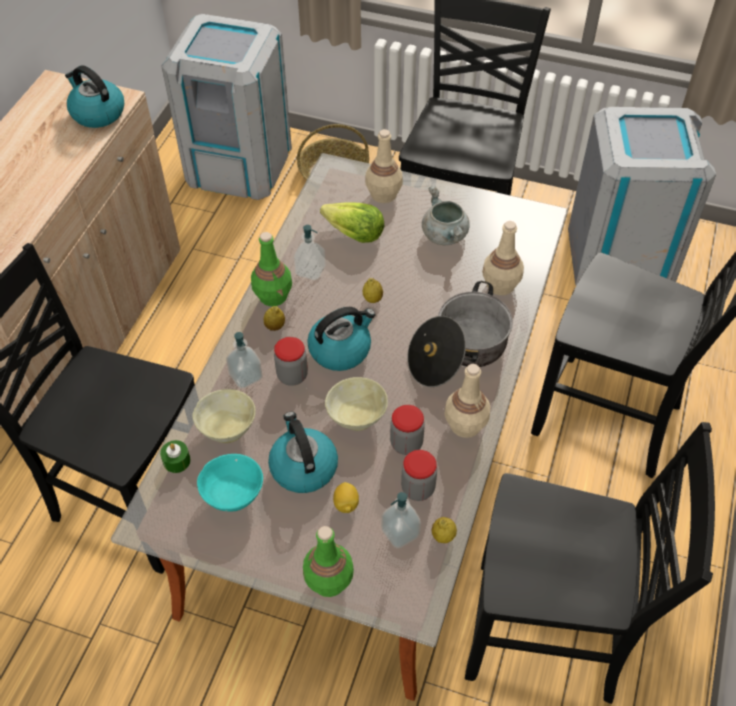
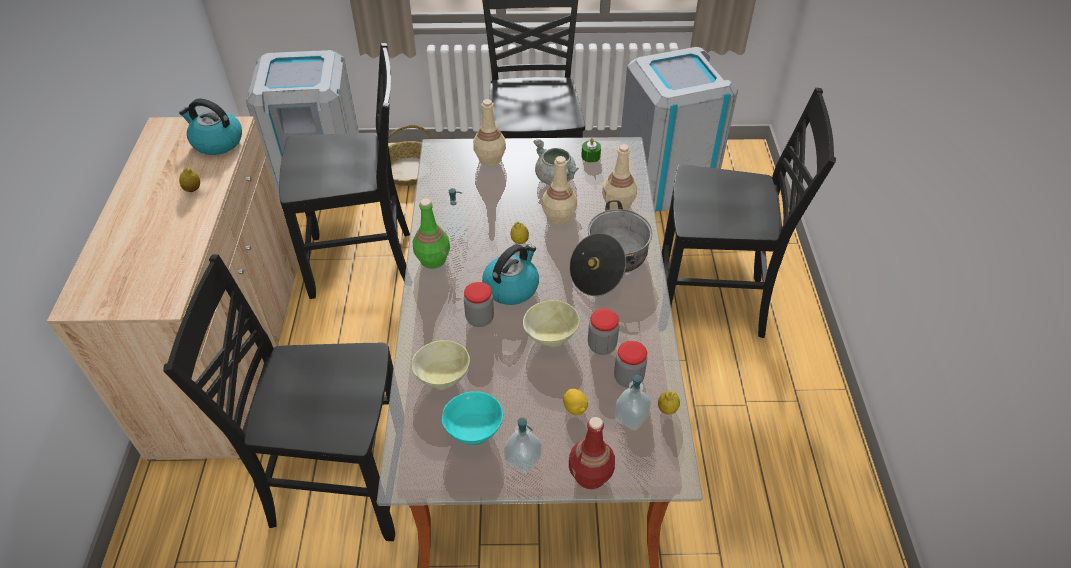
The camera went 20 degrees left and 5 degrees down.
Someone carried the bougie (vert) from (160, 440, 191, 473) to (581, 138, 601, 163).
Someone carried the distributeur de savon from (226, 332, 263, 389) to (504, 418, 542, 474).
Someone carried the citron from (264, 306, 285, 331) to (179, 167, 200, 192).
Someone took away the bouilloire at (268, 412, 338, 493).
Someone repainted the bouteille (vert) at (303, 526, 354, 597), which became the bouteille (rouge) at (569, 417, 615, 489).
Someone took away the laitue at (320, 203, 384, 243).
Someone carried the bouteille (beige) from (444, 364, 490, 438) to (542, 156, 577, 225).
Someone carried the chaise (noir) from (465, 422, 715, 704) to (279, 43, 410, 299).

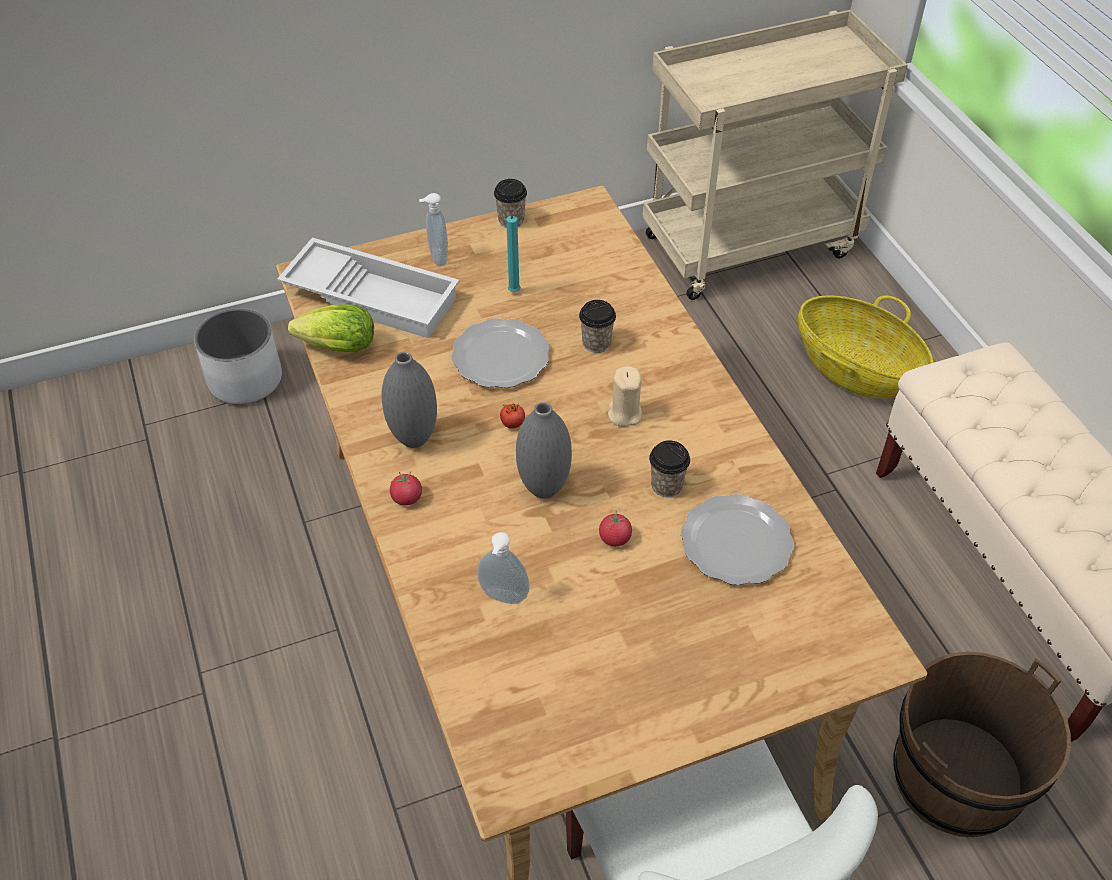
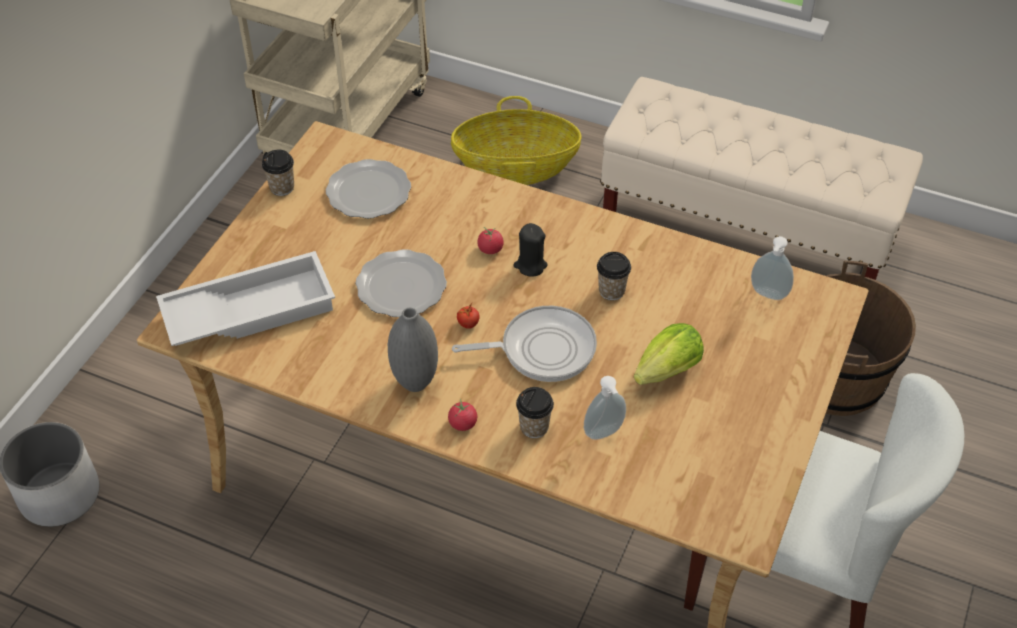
The camera went 45 degrees left and 0 degrees up.
Someone carried the laitue from (288, 304, 374, 352) to (634, 323, 704, 385).
Someone carried the distributeur de savon from (419, 193, 448, 266) to (751, 236, 794, 300).
Someone took away the bougie (turquoise) at (506, 206, 522, 292).
Someone swapped the vase (gris) at (516, 402, 572, 499) for the poêle at (452, 306, 597, 382).
Someone carried the tasse from (579, 300, 616, 353) to (516, 387, 554, 438).
Someone carried the tomate from (599, 510, 632, 546) to (477, 227, 504, 254).
Someone repainted the bougie (beige) at (608, 366, 642, 427), which became the bougie (noir) at (513, 223, 548, 277).
Someone carried the assiette from (681, 494, 794, 585) to (326, 159, 411, 219).

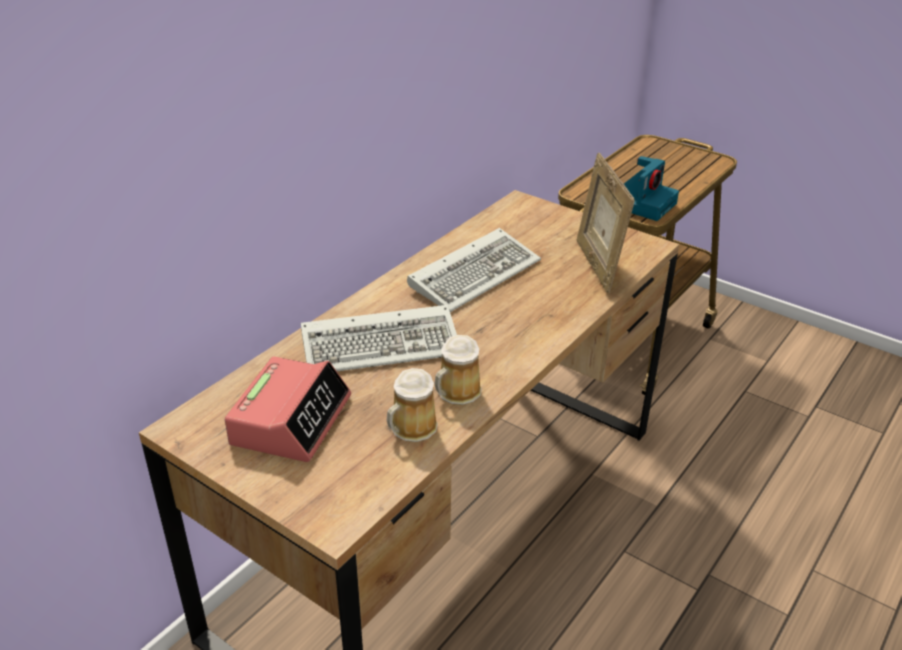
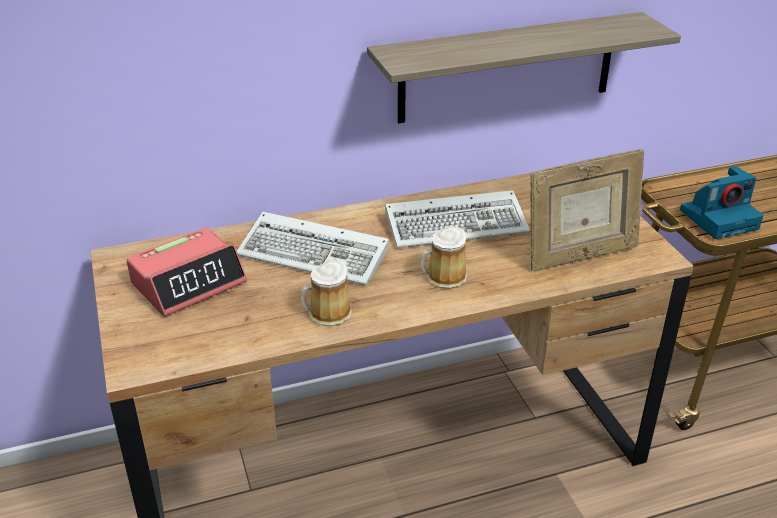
The camera went 35 degrees right and 0 degrees up.
Someone carried the mug from (387, 368, 438, 442) to (421, 226, 467, 289).
Someone rotated the cadre photo at (577, 153, 635, 293) by 135 degrees counterclockwise.
Someone put up the étagère at (367, 12, 681, 123).

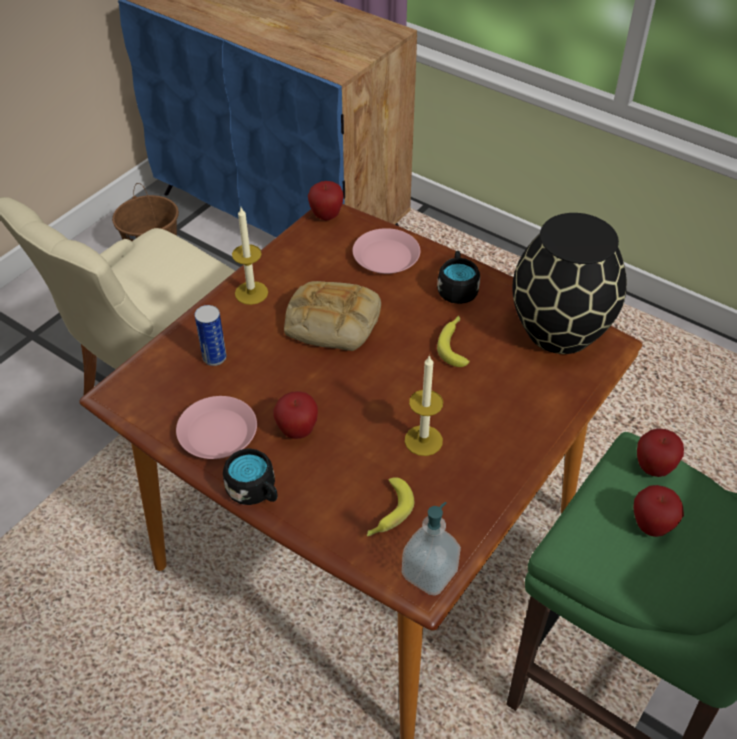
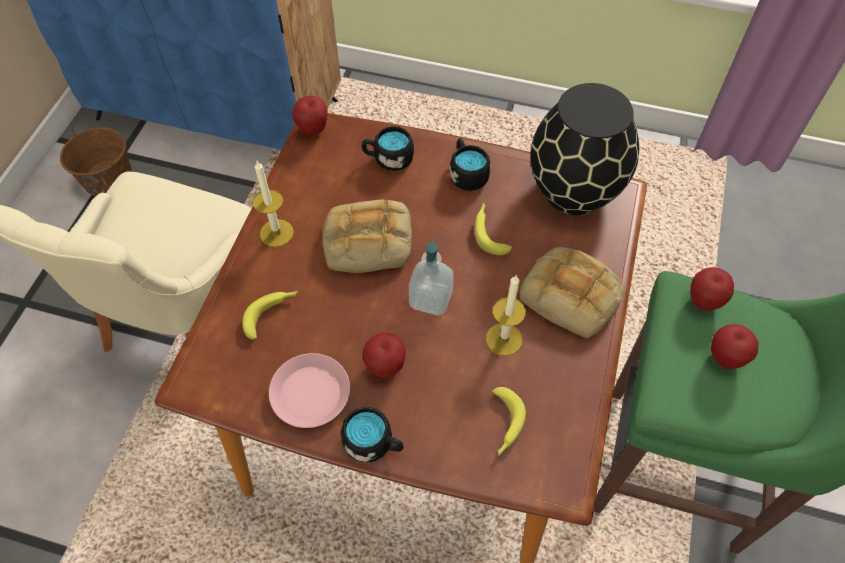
The camera went 20 degrees left and 10 degrees up.
Someone swapped the boîte métallique at (195, 305, 226, 366) for the banane at (242, 291, 298, 339).
Someone swapped the assiette (rose) at (353, 228, 420, 274) for the mug (noir) at (361, 126, 414, 171).
Someone carried the distributeur de savon from (402, 502, 461, 596) to (409, 237, 454, 315).
Someone put down the pain at (520, 247, 624, 338).

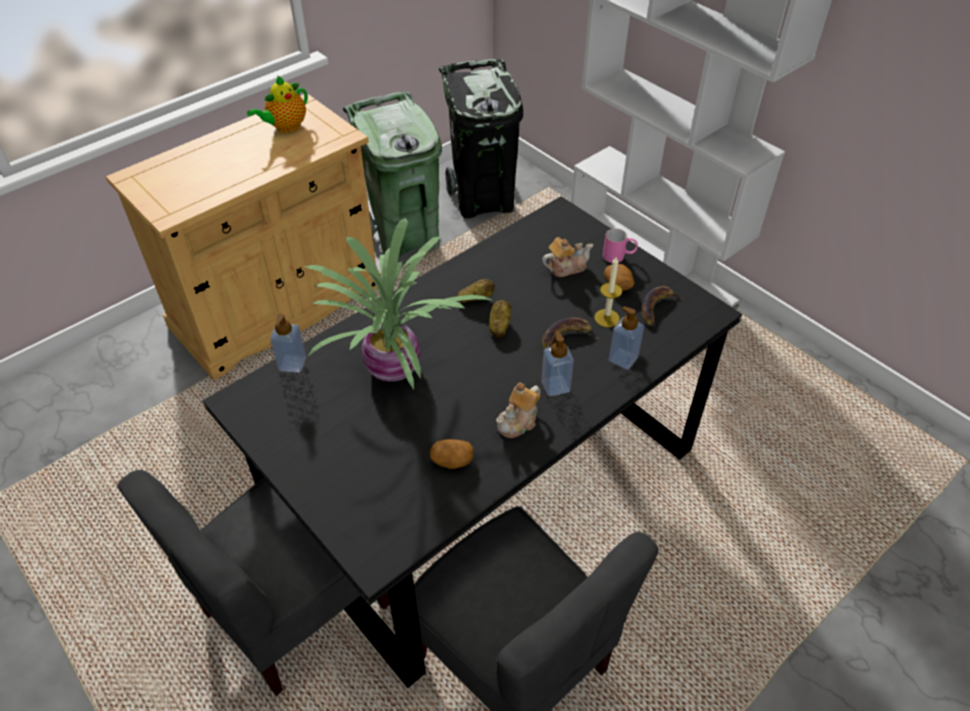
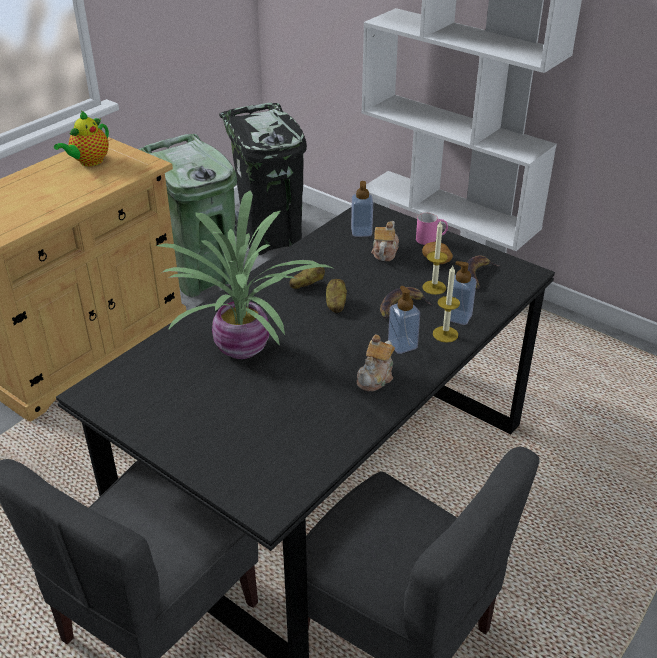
The camera went 10 degrees left and 10 degrees down.
Someone carried the distributeur de savon from (270, 313, 306, 373) to (351, 181, 373, 237).
Someone took away the pomme de terre at (430, 439, 474, 469).
Someone rotated the théière at (542, 237, 593, 277) by 45 degrees counterclockwise.
Someone put down the bougie at (433, 266, 460, 343).

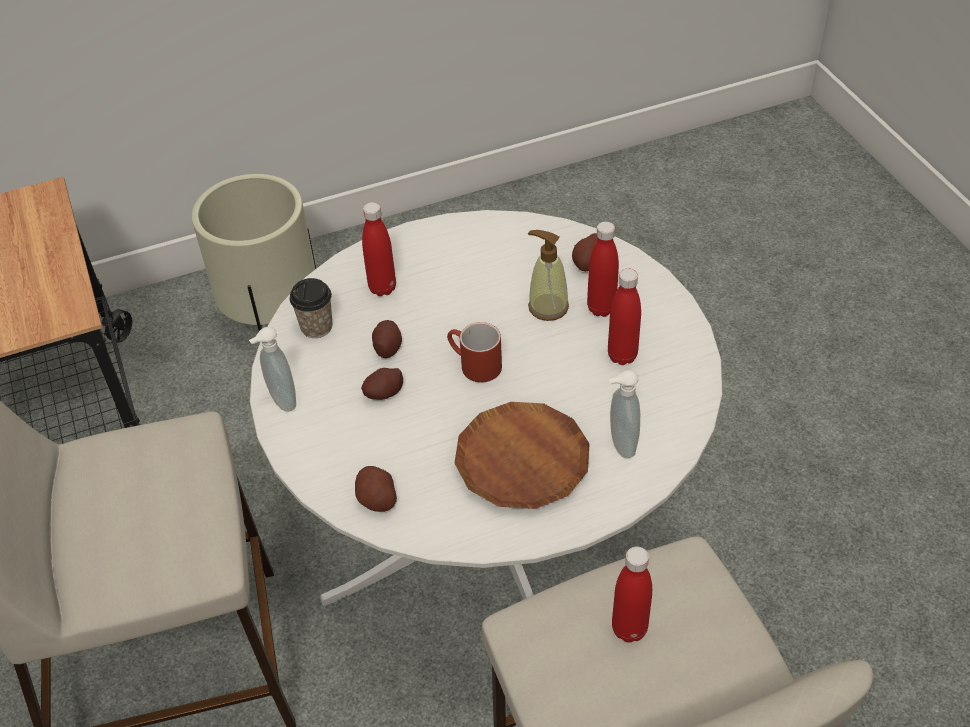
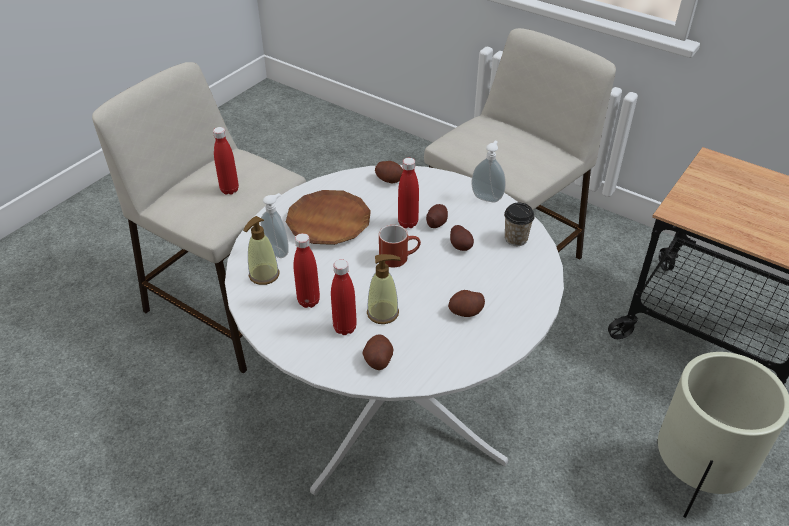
The camera went 145 degrees right and 5 degrees down.
Someone carried the bouteille (rouge) from (362, 202, 396, 296) to (398, 158, 419, 228).
Someone put down the distributeur de savon at (243, 216, 280, 285).
Someone put down the pomme de terre at (448, 290, 485, 317).

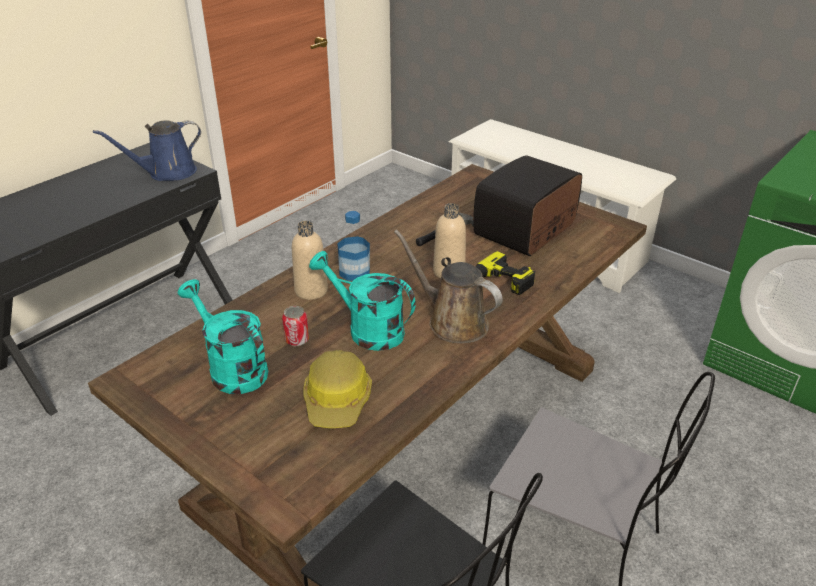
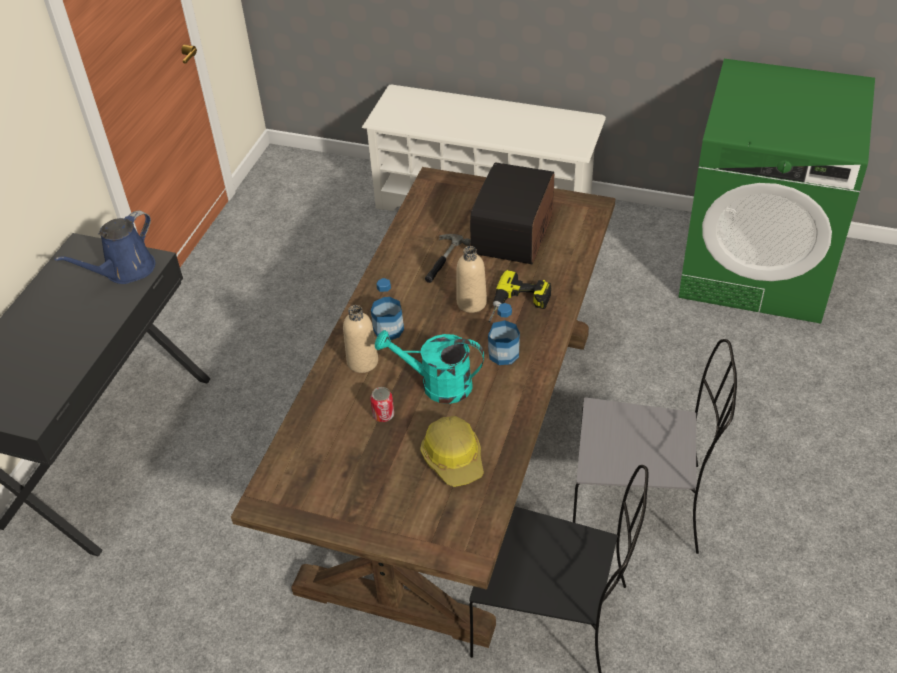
The camera went 20 degrees left and 10 degrees up.
Someone took away the arrosoir (turquoise) at (178, 279, 268, 394).
Someone swapped the arrosoir (marron) at (394, 229, 502, 344) for the bouteille at (488, 303, 520, 365).

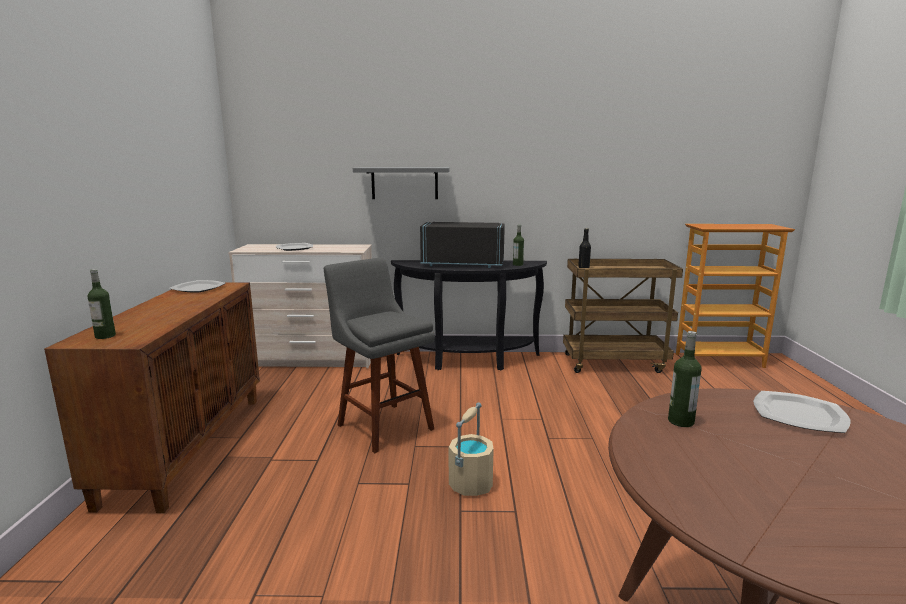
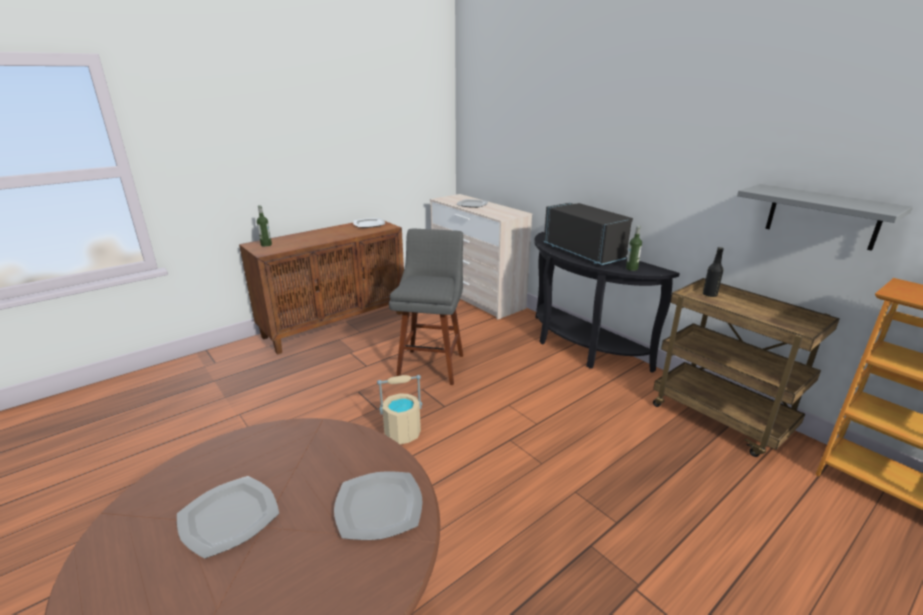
The camera went 50 degrees right and 10 degrees up.
Someone carried the étagère (gris) from (353, 167, 450, 199) to (737, 184, 913, 251).
Someone took away the bouteille at (668, 331, 701, 427).
Someone put down the assiette at (177, 476, 279, 559).

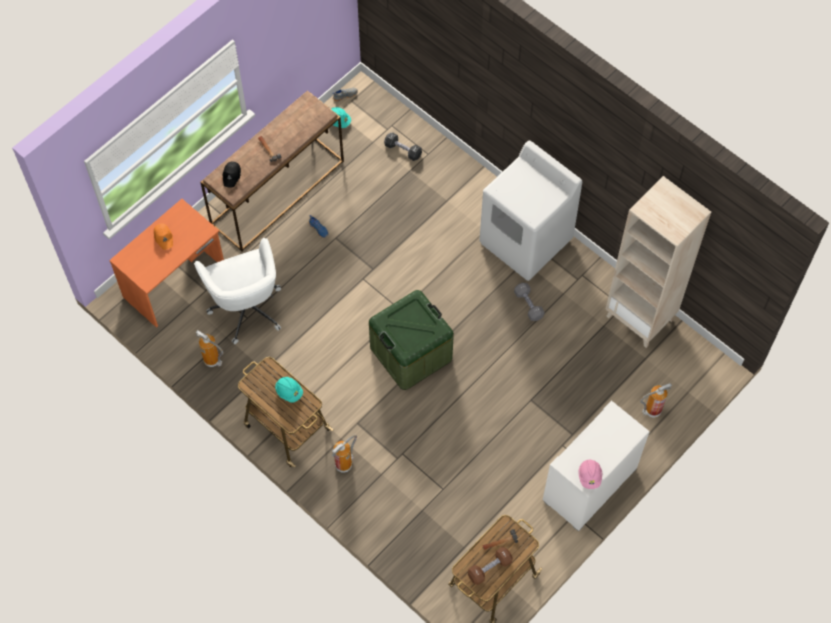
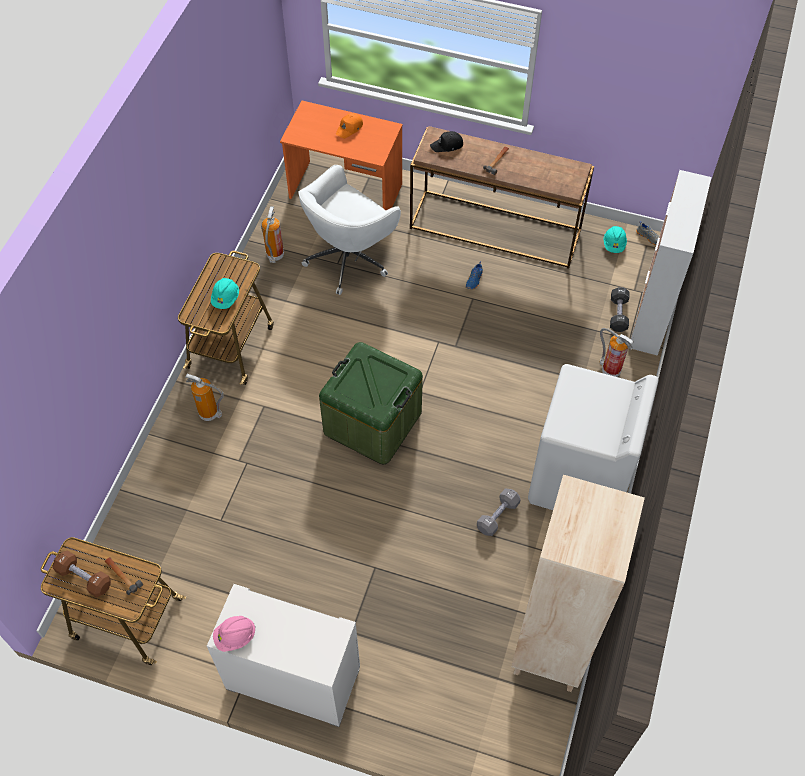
The camera went 65 degrees right and 5 degrees down.
Someone carried the extincteur from (640, 383, 672, 418) to (599, 328, 634, 377).
Someone put down the meuble de rangement at (631, 170, 711, 356).

